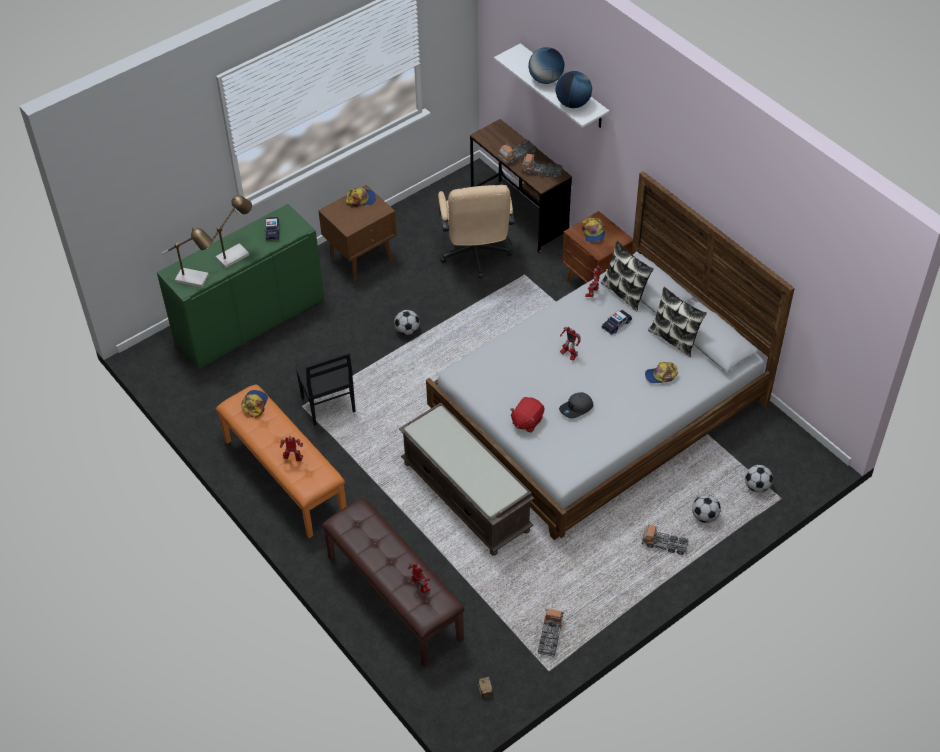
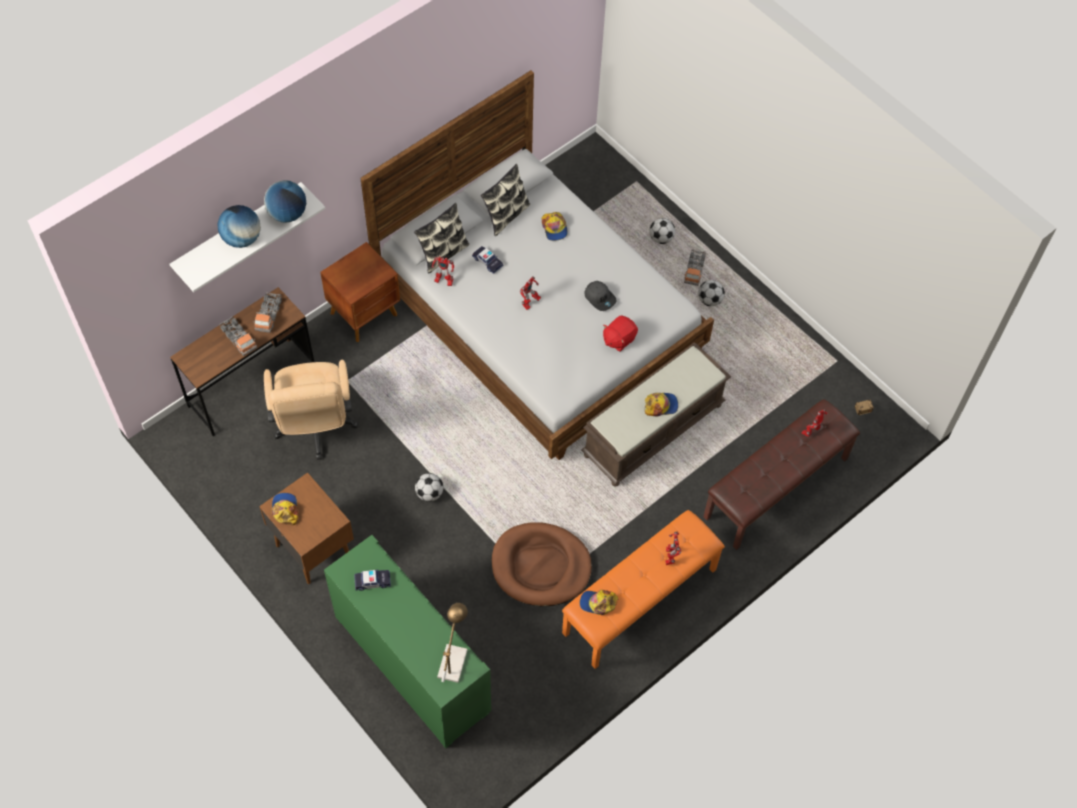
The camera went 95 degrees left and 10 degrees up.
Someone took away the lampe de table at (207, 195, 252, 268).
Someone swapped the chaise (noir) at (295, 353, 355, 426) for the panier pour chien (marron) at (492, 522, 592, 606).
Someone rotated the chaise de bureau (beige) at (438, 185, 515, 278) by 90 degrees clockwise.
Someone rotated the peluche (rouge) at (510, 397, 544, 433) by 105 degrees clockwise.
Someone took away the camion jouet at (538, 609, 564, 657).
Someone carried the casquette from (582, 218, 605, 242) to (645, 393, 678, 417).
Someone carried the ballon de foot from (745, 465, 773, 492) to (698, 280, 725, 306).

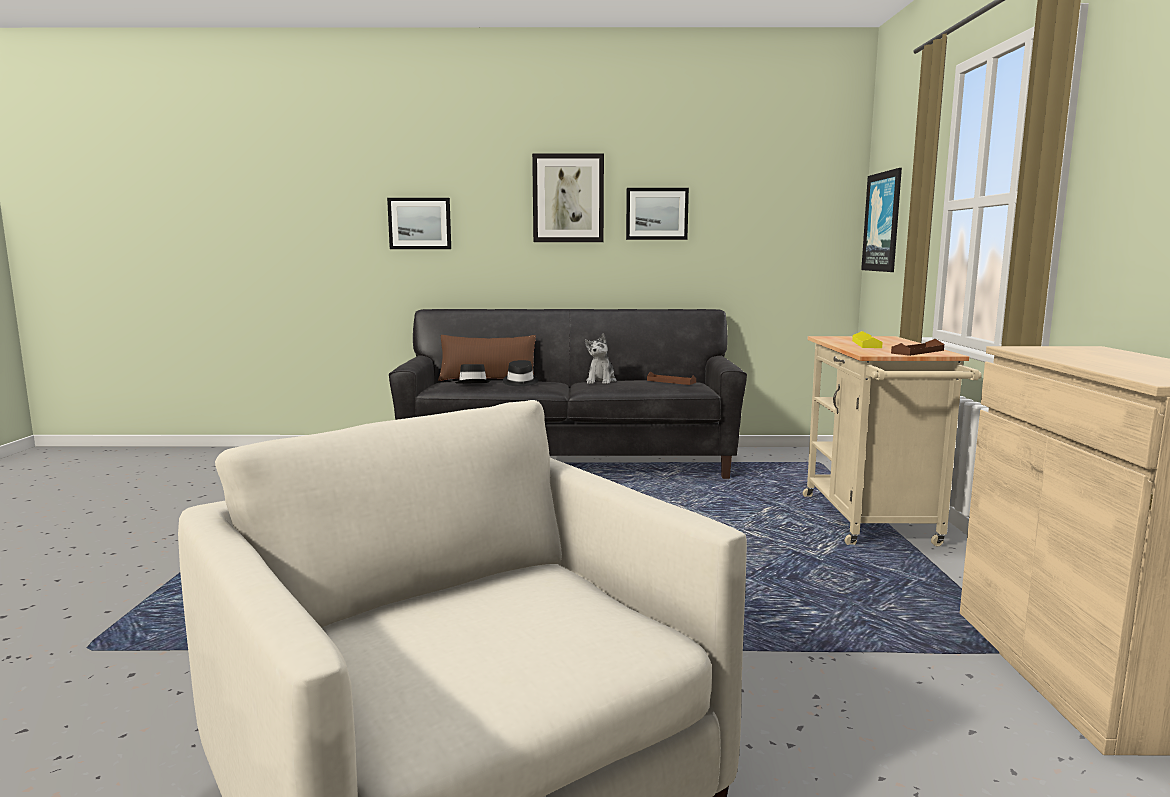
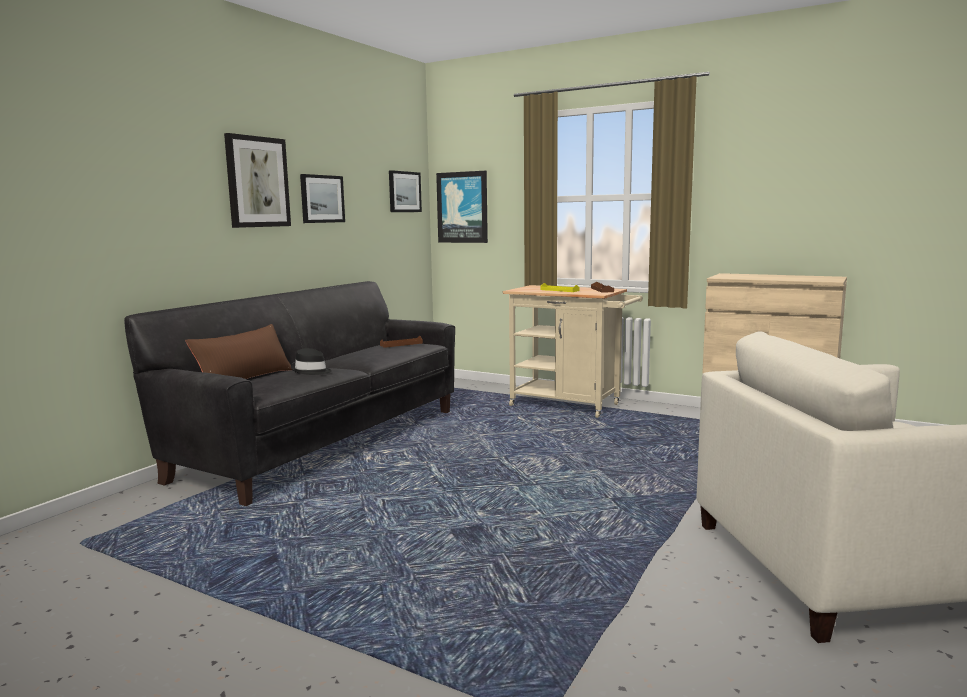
The camera went 60 degrees left and 0 degrees up.
Someone carried the tableau from (387, 198, 451, 249) to (389, 170, 422, 212).
Someone took away the chapeau (noir) at (455, 364, 490, 384).
Someone took away the peluche at (585, 334, 616, 384).

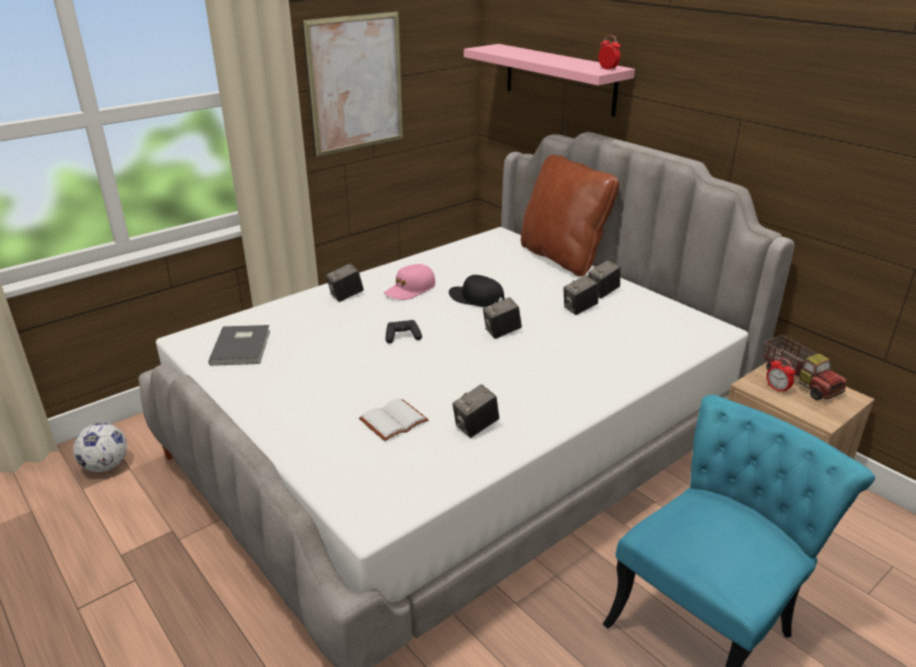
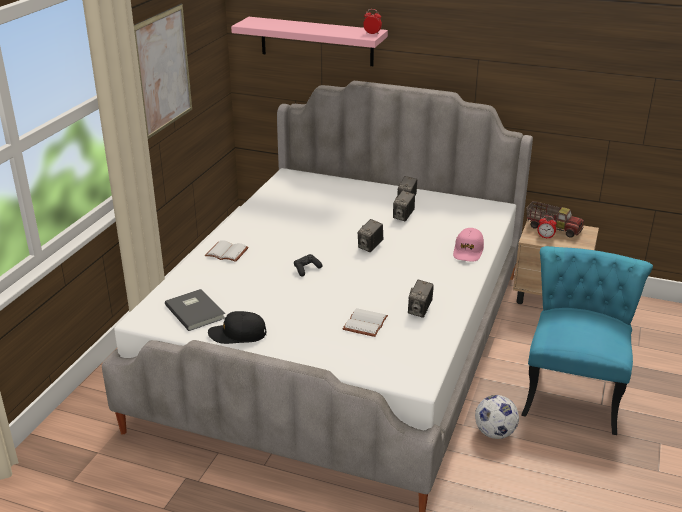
The camera went 30 degrees left and 0 degrees up.
Someone carried the ballon de foot from (73, 423, 127, 472) to (475, 395, 519, 439).
Someone swapped the appareil photo at (326, 263, 364, 302) for the livre (blanc) at (205, 240, 249, 262).
Someone carried the casquette (rose) from (384, 264, 435, 300) to (453, 228, 484, 262).
Someone carried the casquette (noir) from (449, 275, 504, 308) to (208, 311, 266, 344).
Someone took away the coussin (marron) at (521, 155, 619, 277).

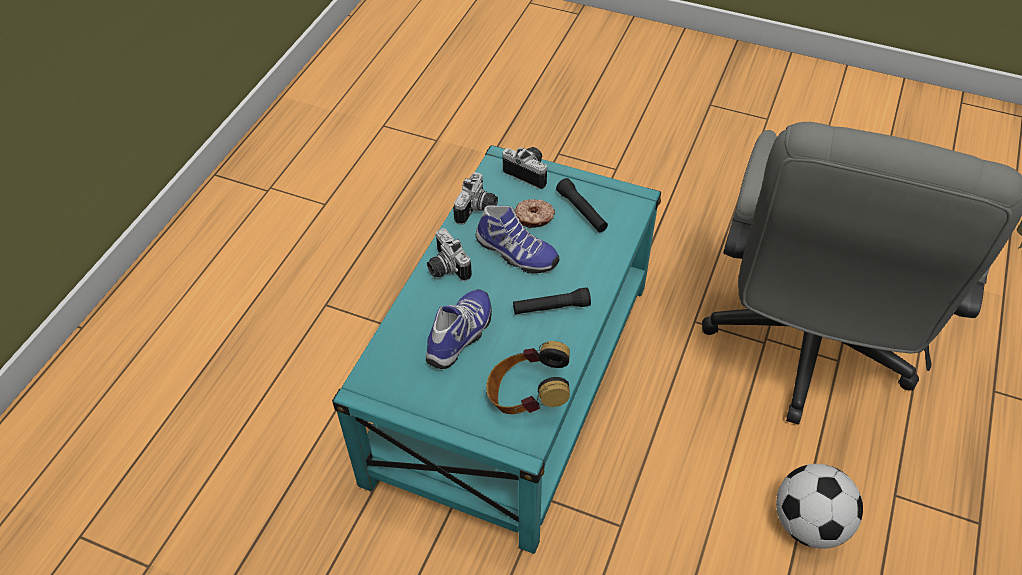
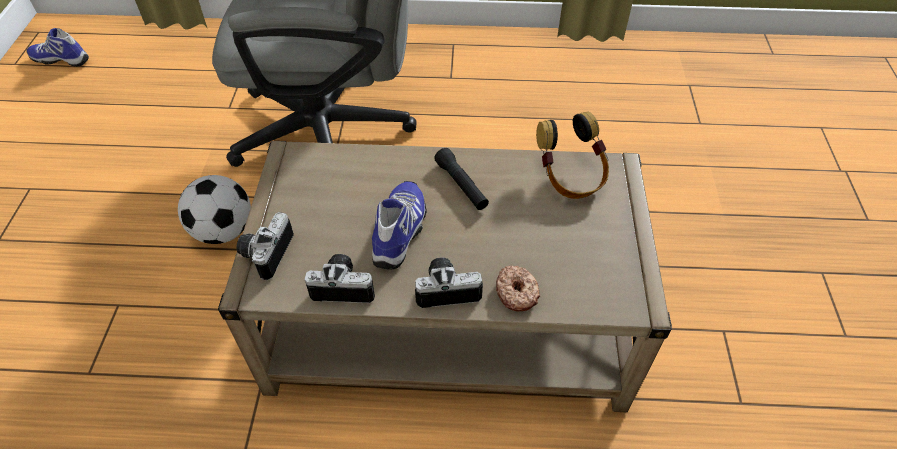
The camera went 110 degrees left and 0 degrees up.
Someone repainted the table basse (turquoise) at (332, 145, 661, 554), which became the table basse (beige) at (218, 141, 672, 412).
Someone carried the chaussure from (426, 289, 492, 369) to (26, 28, 89, 66).
Someone rotated the appareil photo at (427, 228, 472, 281) by 135 degrees counterclockwise.
Someone carried the beignet from (514, 199, 555, 228) to (496, 266, 540, 312).
Someone took away the lampe de poche (noir) at (556, 178, 608, 232).
Someone carried the ballon de foot from (776, 464, 863, 549) to (178, 175, 251, 244).

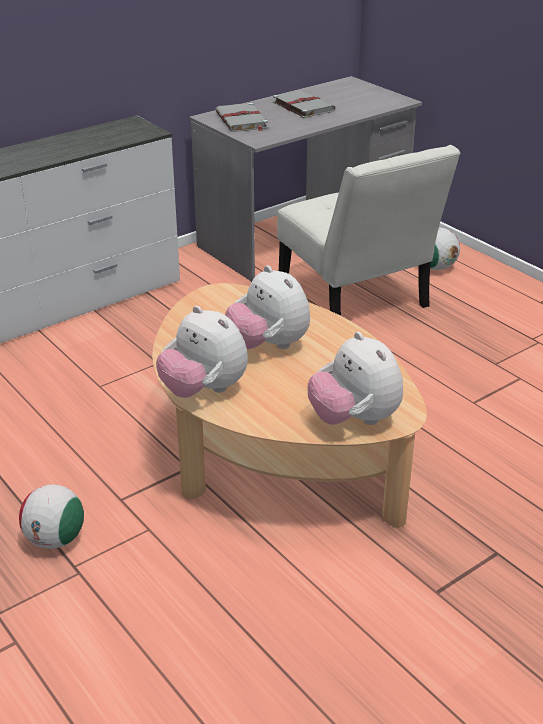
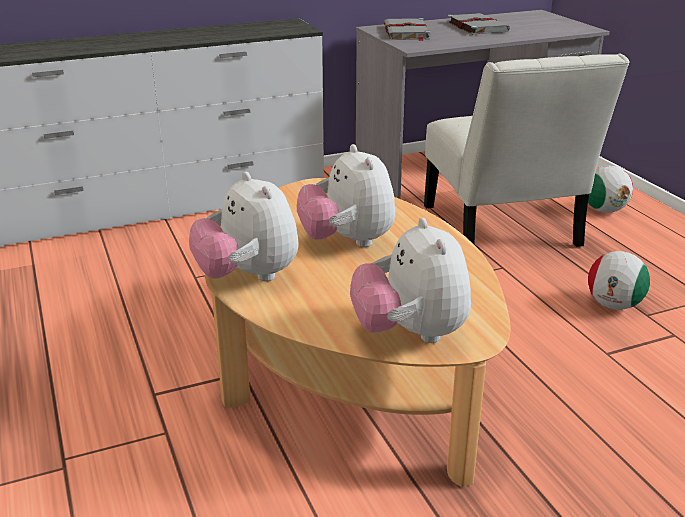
The camera went 15 degrees right and 5 degrees down.
Someone carried the ballon de foot from (19, 485, 84, 549) to (588, 251, 650, 310).

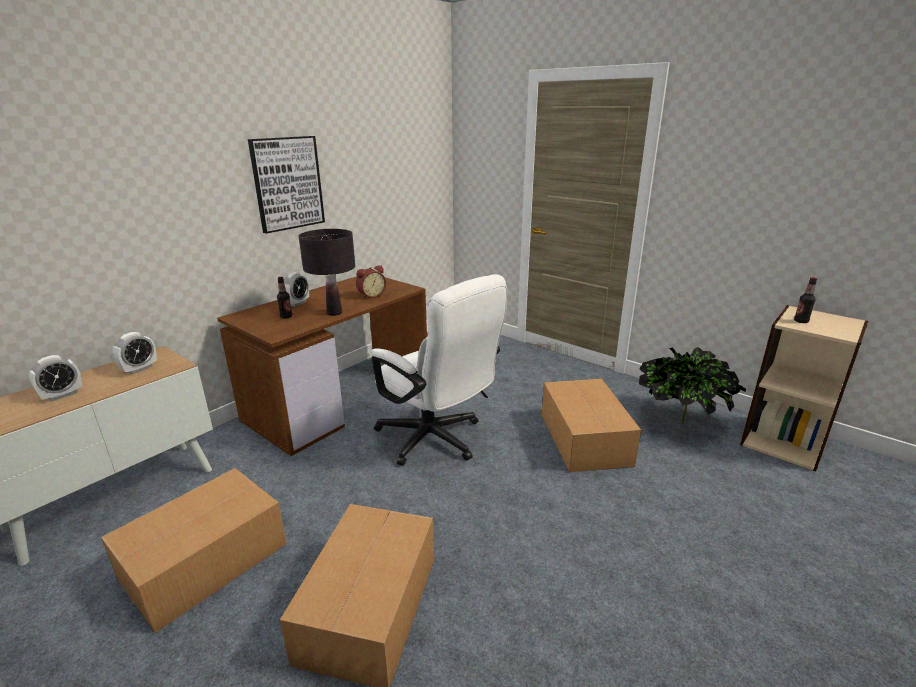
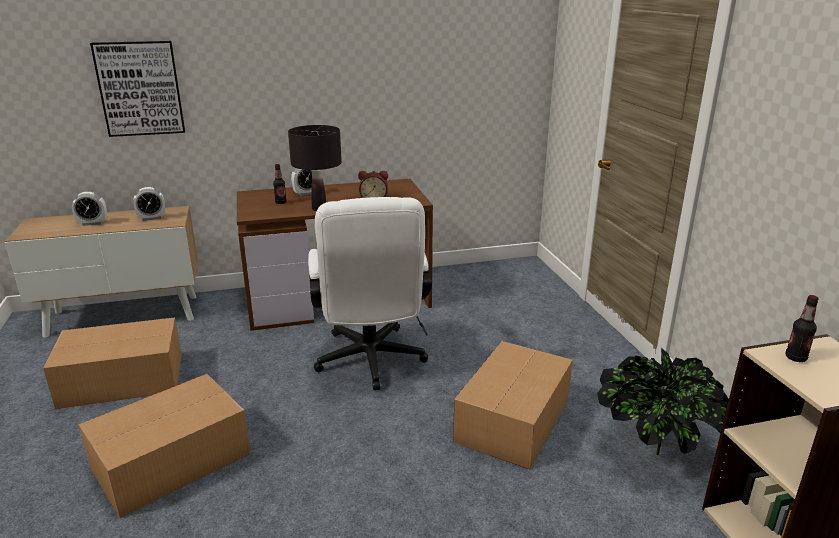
The camera went 35 degrees right and 0 degrees up.
Someone carried the tableau from (248, 136, 325, 234) to (90, 41, 185, 137).

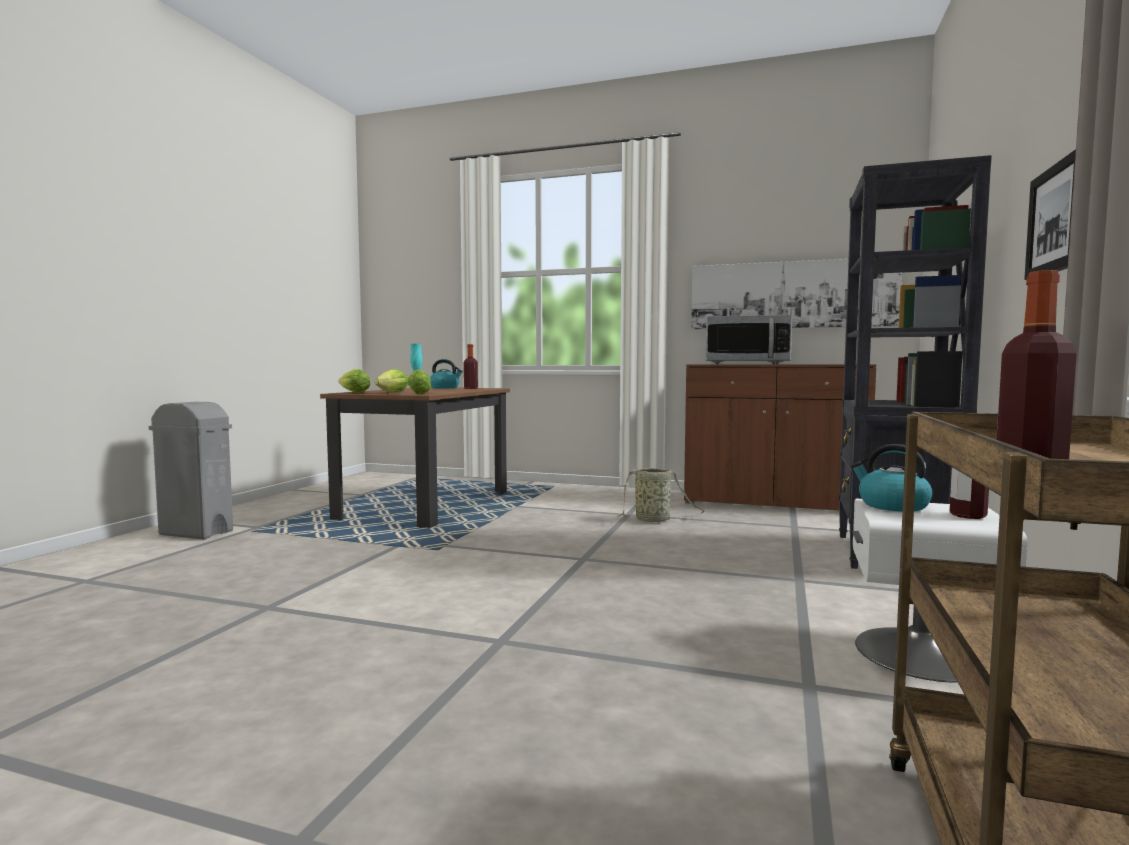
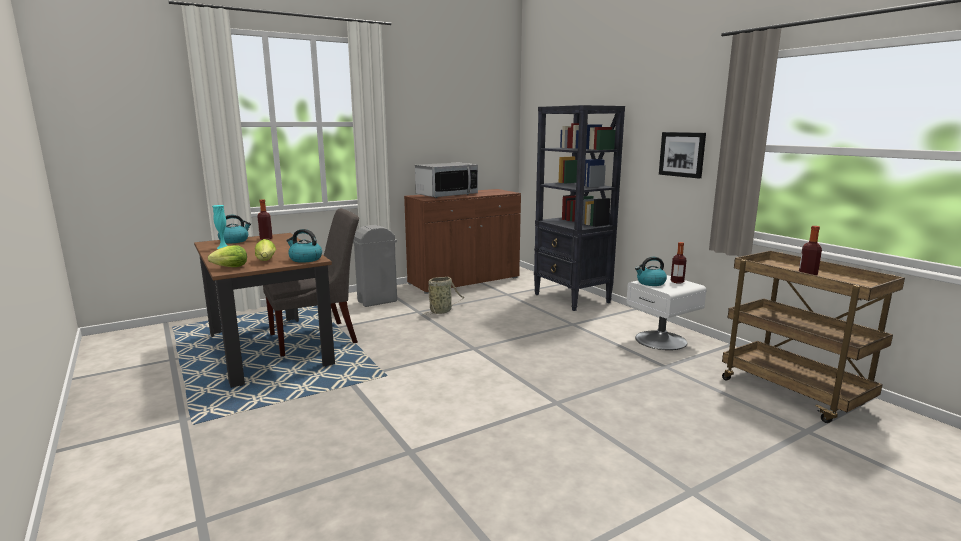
The camera went 50 degrees left and 10 degrees up.
Someone carried the poubelle (gris) from (148, 402, 233, 539) to (353, 225, 397, 307).
Someone swapped the laitue at (407, 369, 431, 394) for the bouilloire at (286, 229, 322, 263).
Someone took away the tableau at (691, 259, 902, 330).
Someone put down the chaise (gris) at (263, 208, 359, 357).

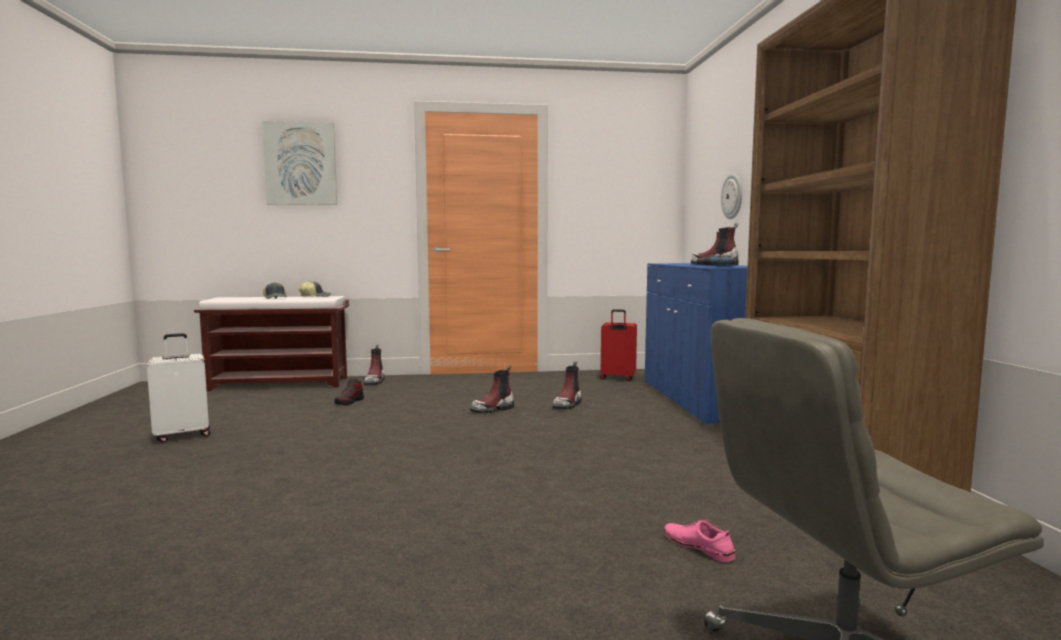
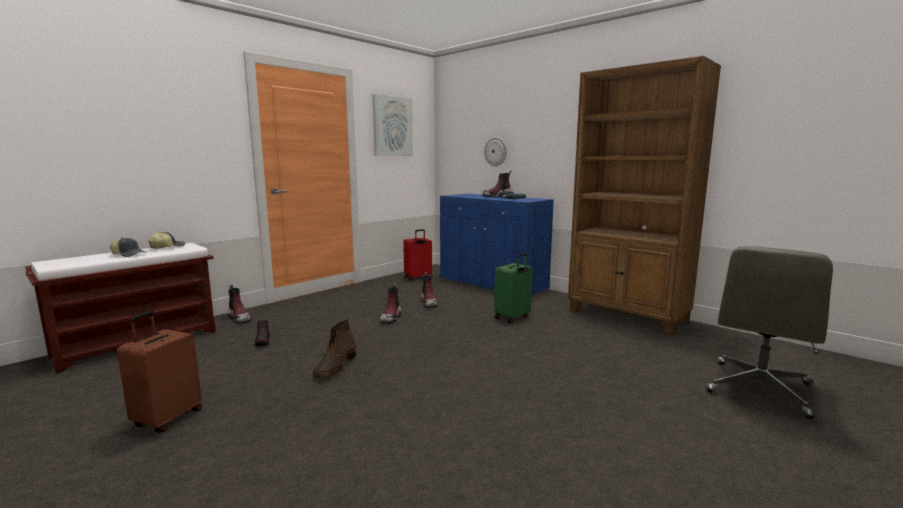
The camera went 40 degrees left and 5 degrees up.
Someone repainted the valise (blanc) at (147, 333, 210, 442), which became the valise (marron) at (117, 311, 202, 432).
Someone carried the tableau from (262, 121, 337, 205) to (372, 94, 413, 156).
Someone took away the chaussure (rose) at (663, 520, 736, 562).
Someone put down the botte (marron) at (313, 319, 357, 378).
Someone put down the valise (vert) at (494, 253, 533, 323).

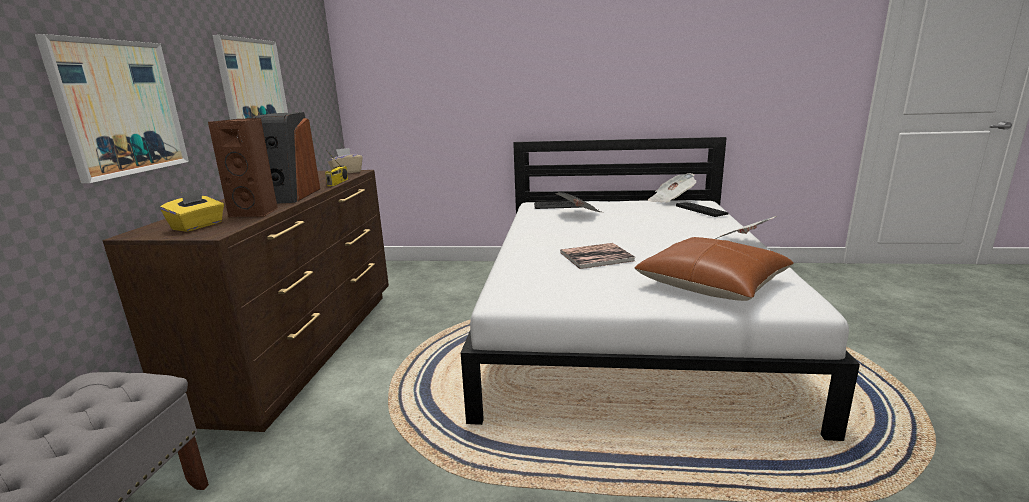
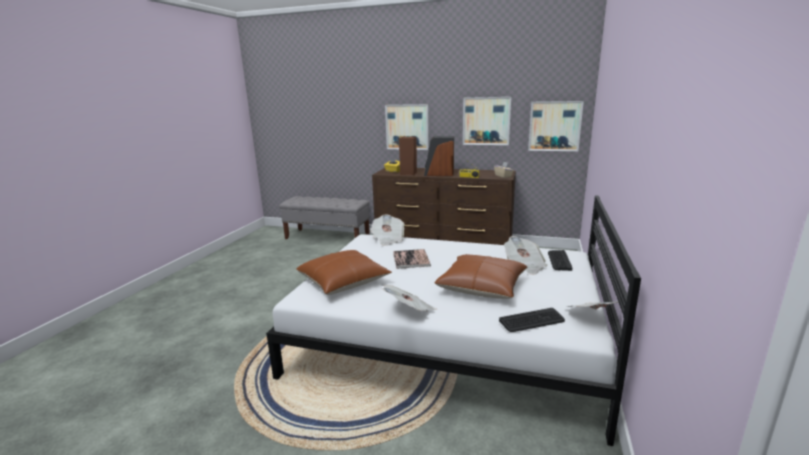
The camera went 100 degrees right and 0 degrees up.
Someone put down the journal at (370, 215, 405, 246).
Someone put down the coussin (marron) at (434, 254, 527, 299).
Someone put up the tableau at (528, 101, 584, 151).

